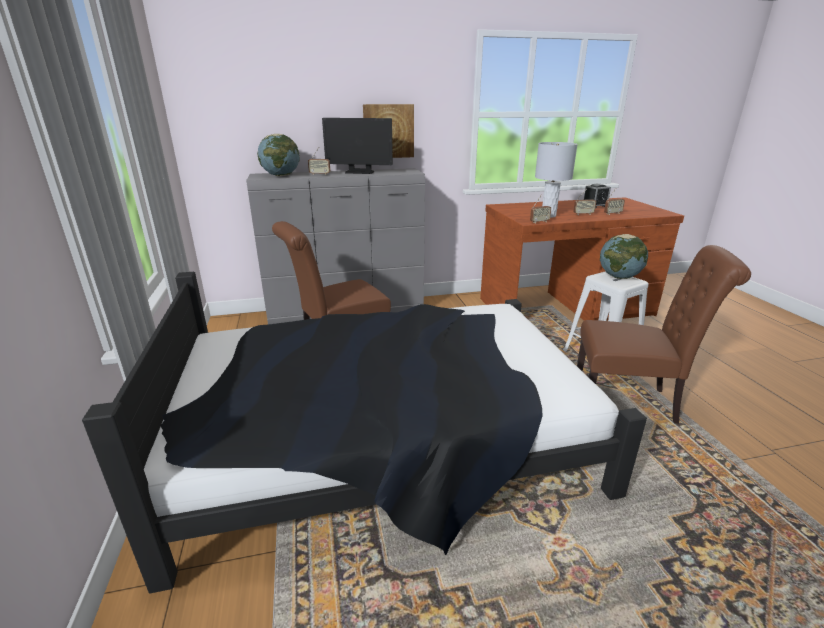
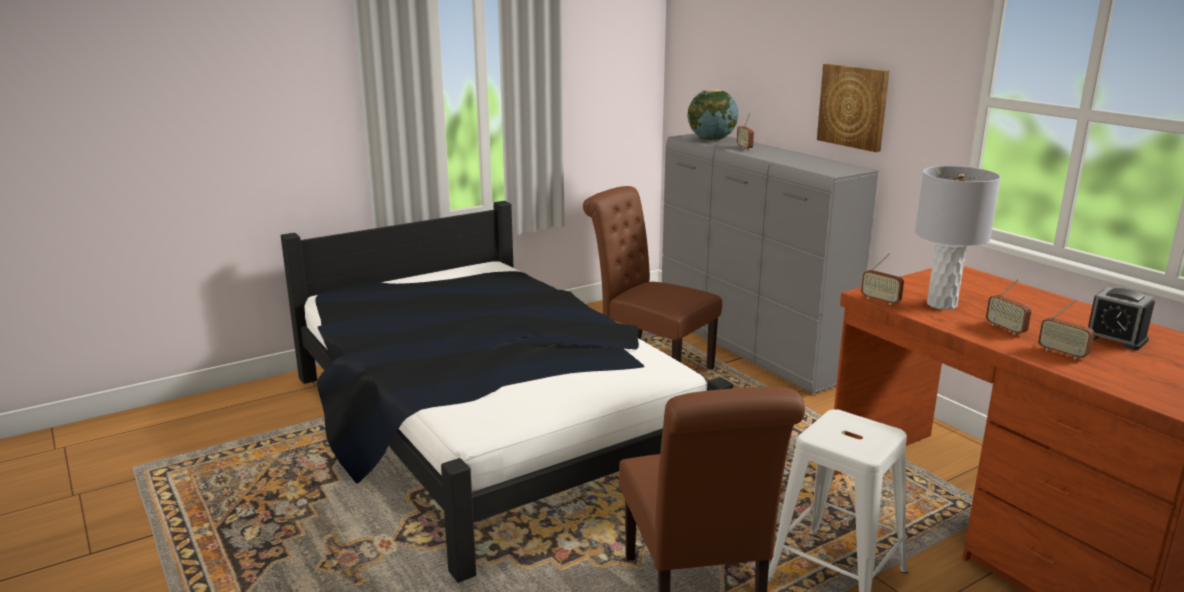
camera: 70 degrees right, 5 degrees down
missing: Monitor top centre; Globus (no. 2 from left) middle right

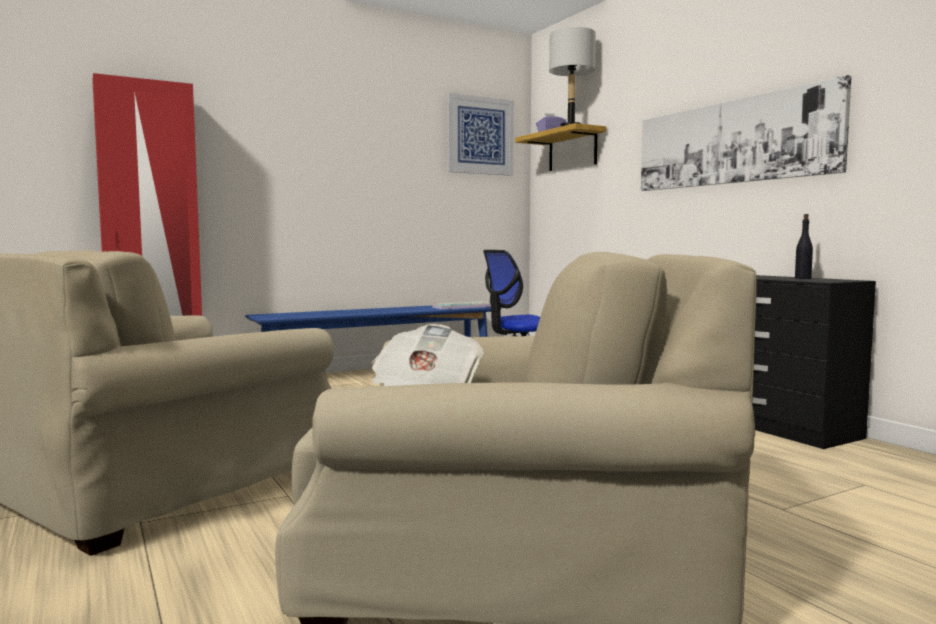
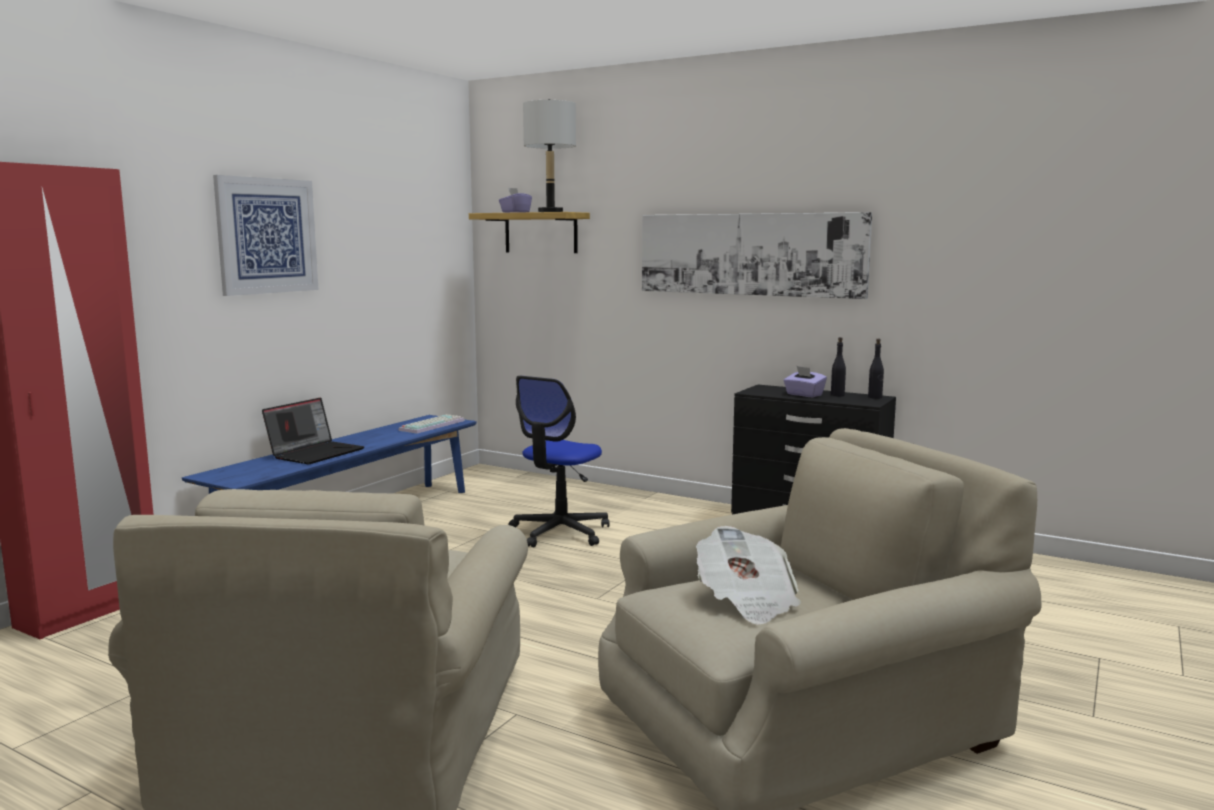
camera: 30 degrees left, 5 degrees up
appeared: Laptop middle left; Taschentuchbox (lila) (no. 2 from left) centre; Flasche (schwarz) (no. 2 from left) middle right
relocated: Bild (no. 1 from left) top centre to top left

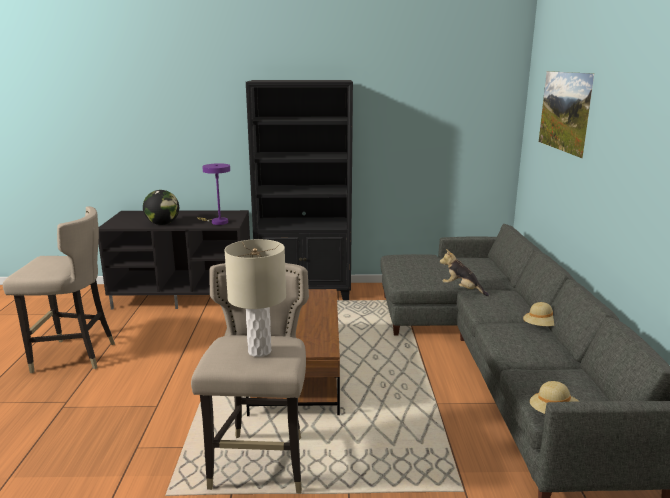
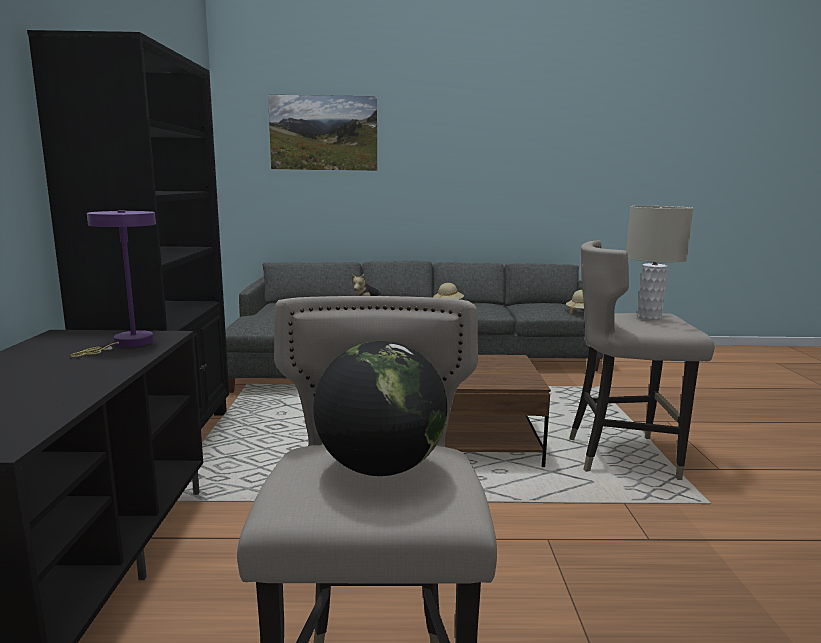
camera: 90 degrees left, 5 degrees down
relocated: Globus middle left to centre

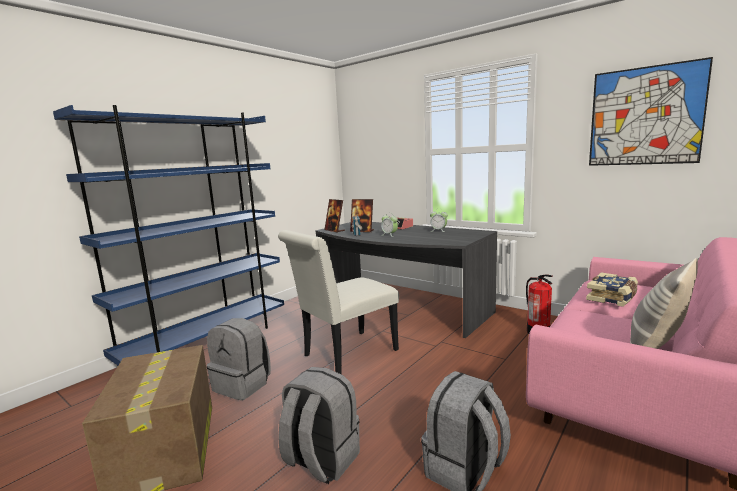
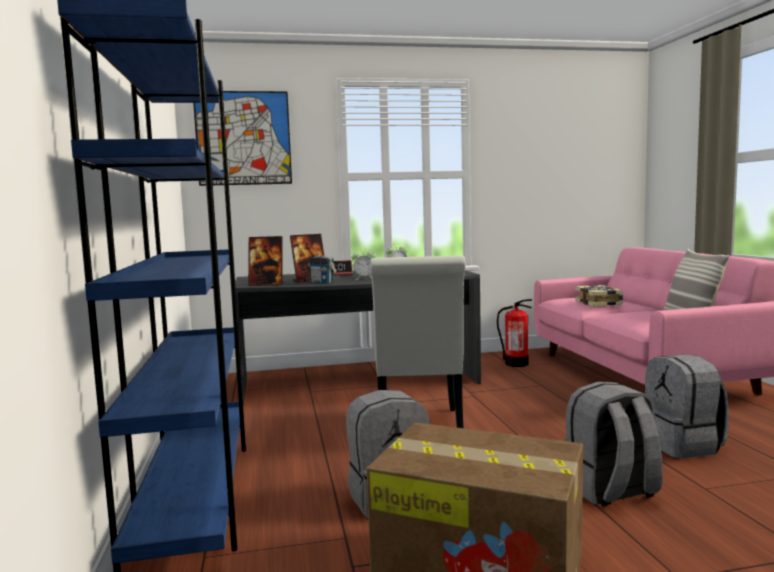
camera: 50 degrees left, 5 degrees down
relocated: Bild top right to top left

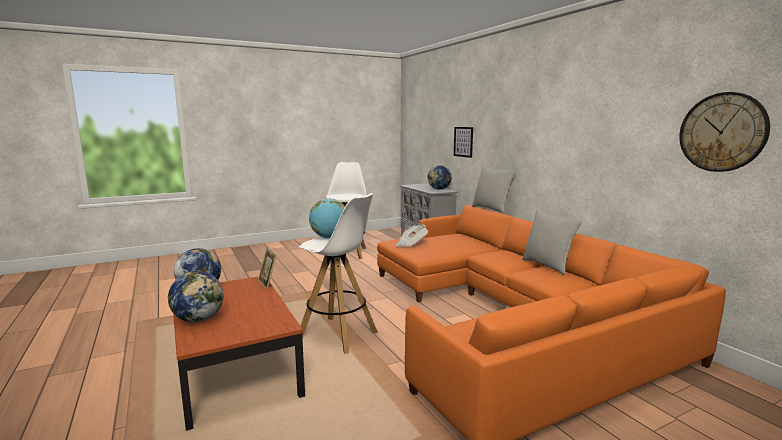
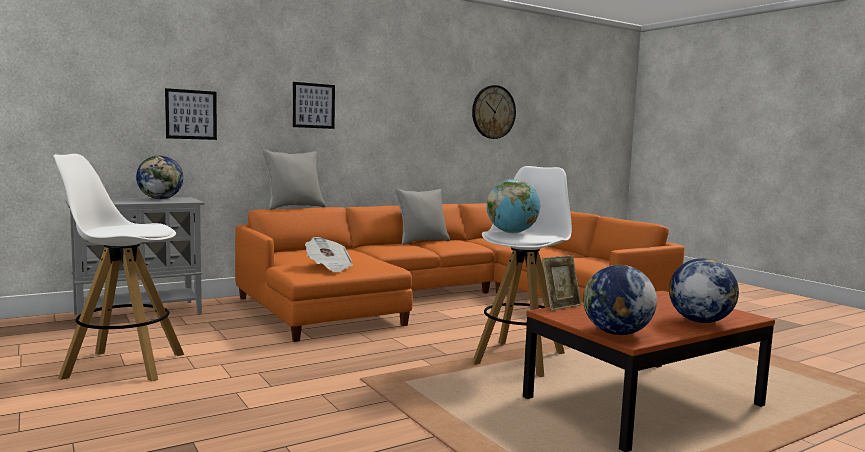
camera: 95 degrees left, 5 degrees down
appeared: Bild (no. 2 from left) top centre

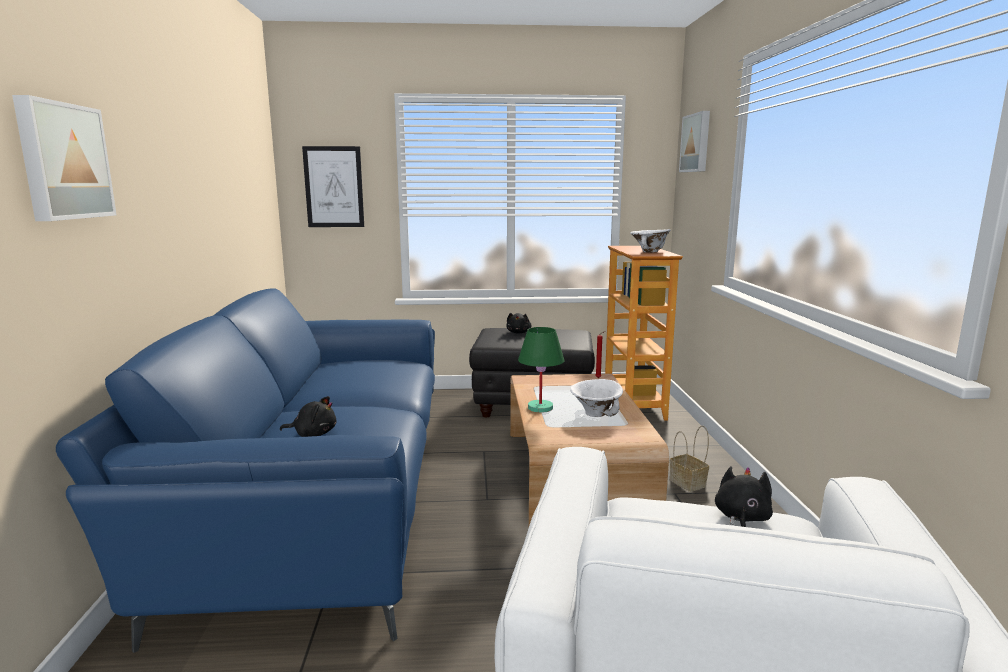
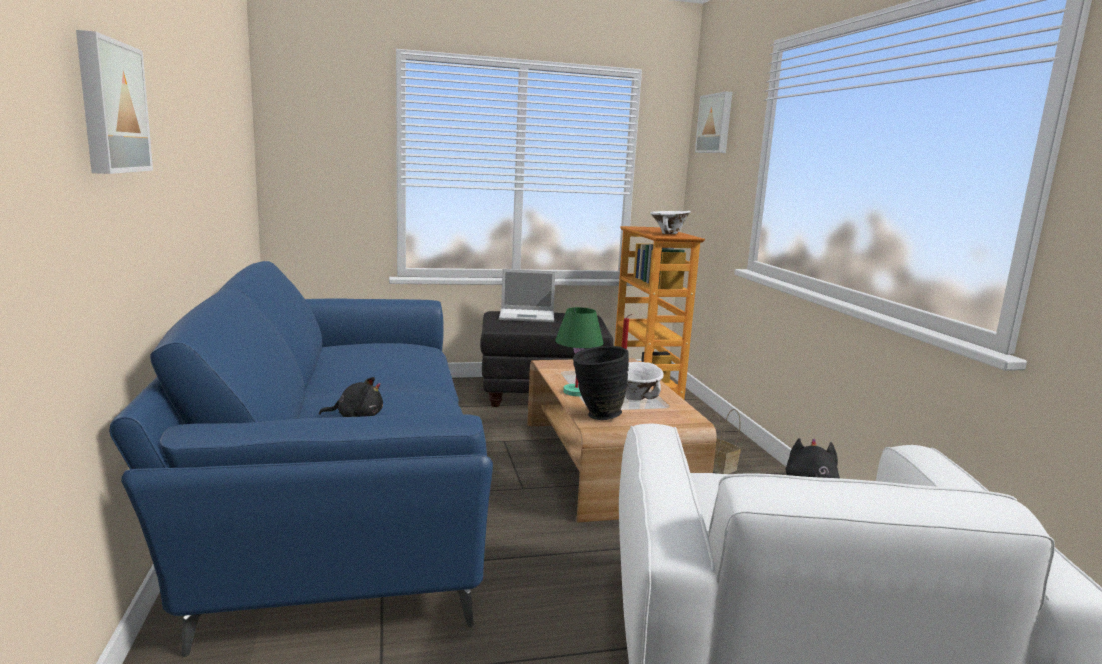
camera: 10 degrees left, 0 degrees up
missing: Bild (no. 2 from left) top left
appeared: Vase (schwarz) centre
exchanged: Plüschtier (schwarz) (no. 2 from left) centre to Laptop centre

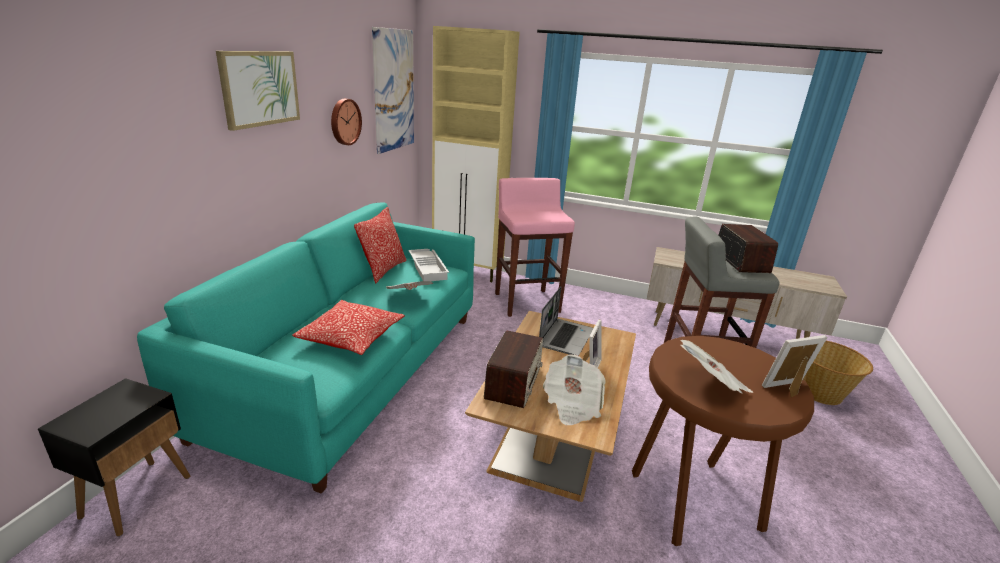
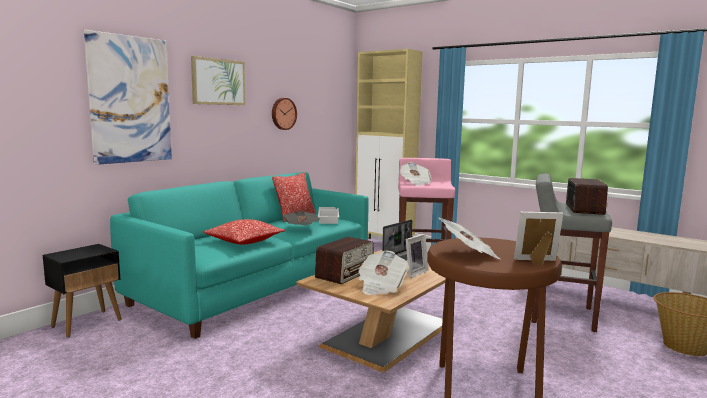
camera: 20 degrees right, 15 degrees down
appeared: Zeitung (no. 3 from left) centre
relocated: Bild (no. 2 from left in the first image) top centre to Bild (no. 1 from left) top left

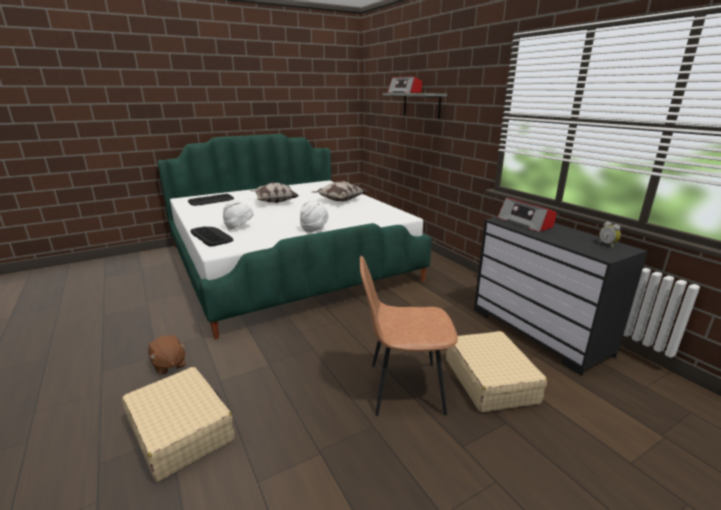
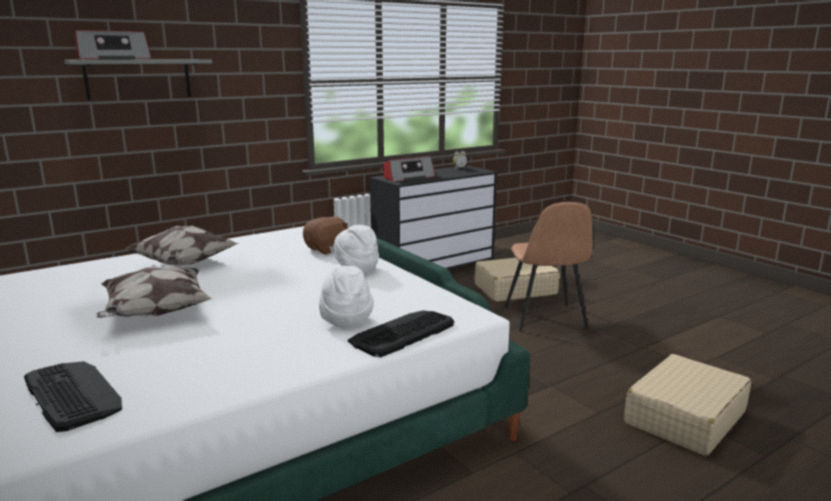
camera: 95 degrees left, 5 degrees down
relocated: Plüschtier (braun) bottom left to centre

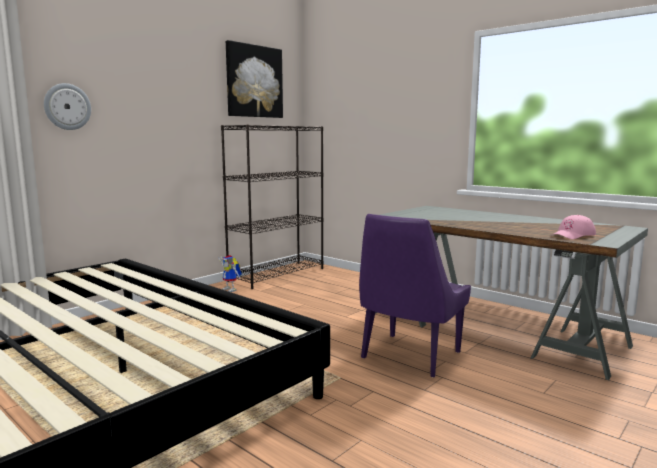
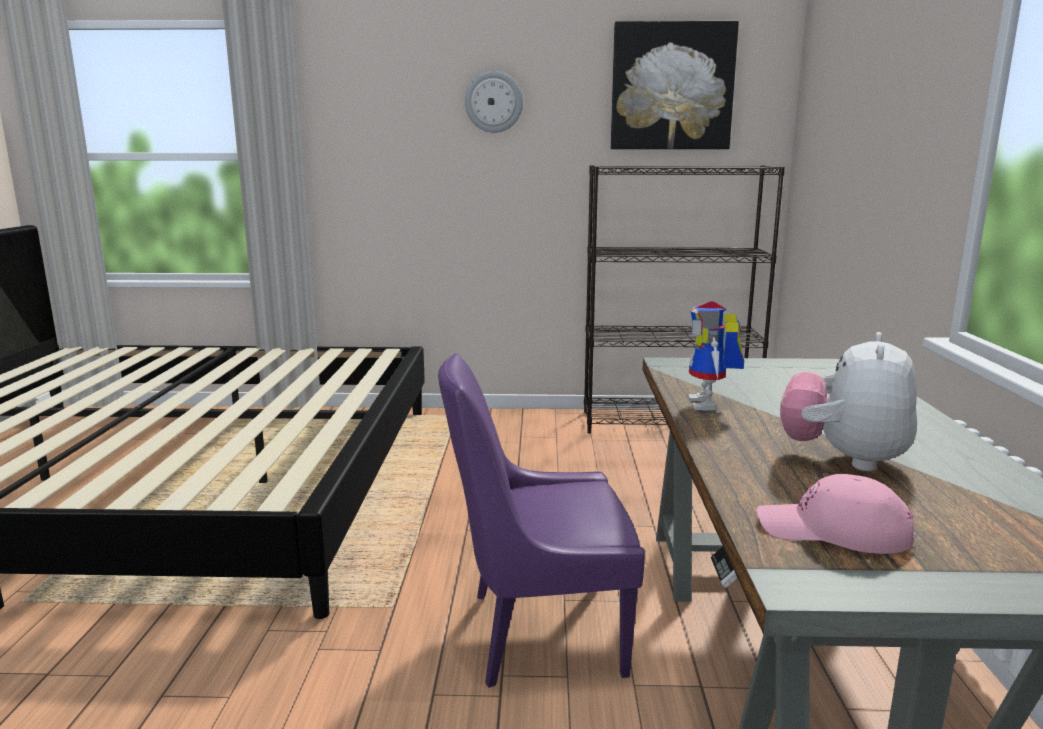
camera: 50 degrees right, 5 degrees up
appeared: Plüschtier middle right
relocated: Wanduhr top left to top centre; Spielzeugroboter centre to middle right

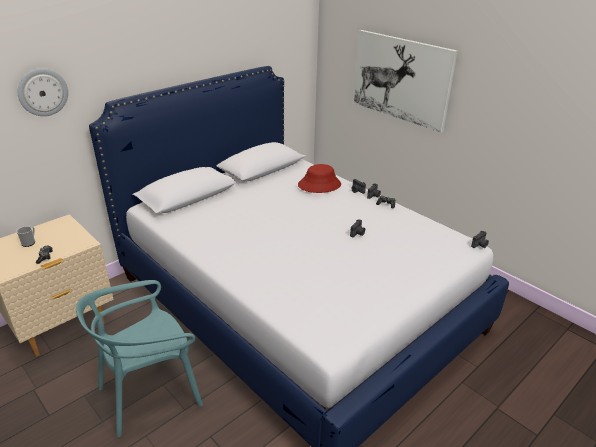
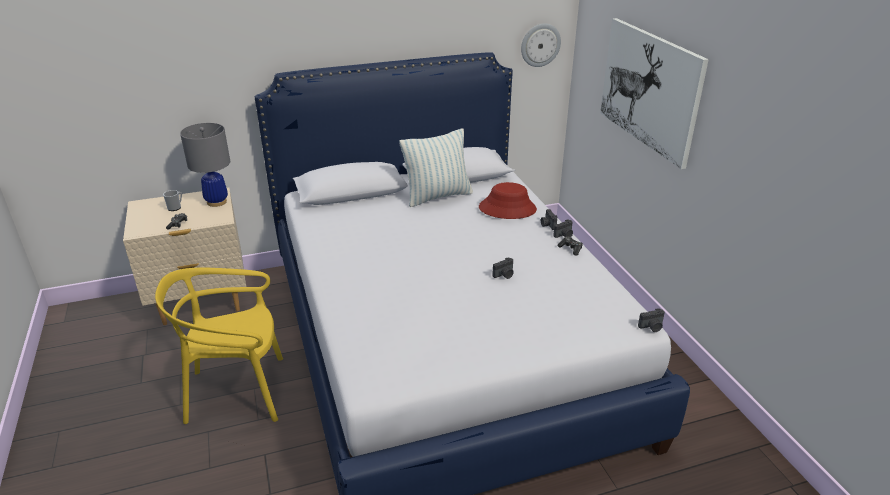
camera: 25 degrees right, 0 degrees up
appeared: Tischlampe (grau) middle left; Kissen centre
relocated: Wanduhr top left to top centre
colour: Stuhl (türkis) bottom left to Stuhl (gelb) bottom left

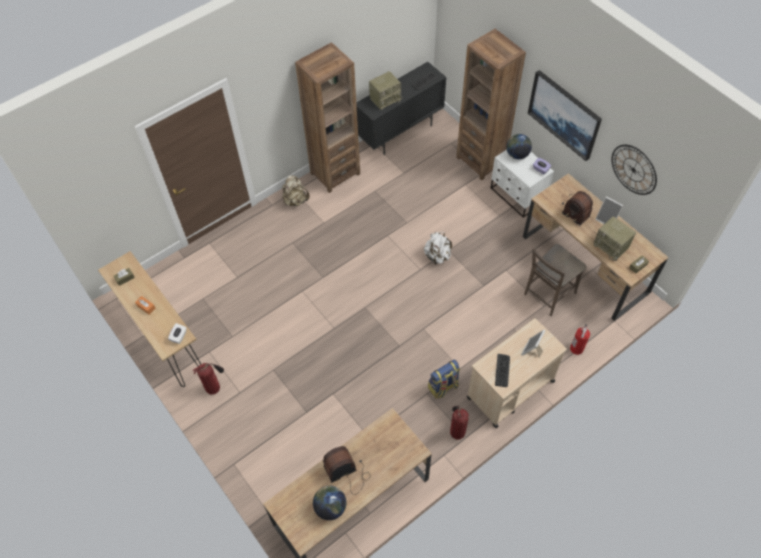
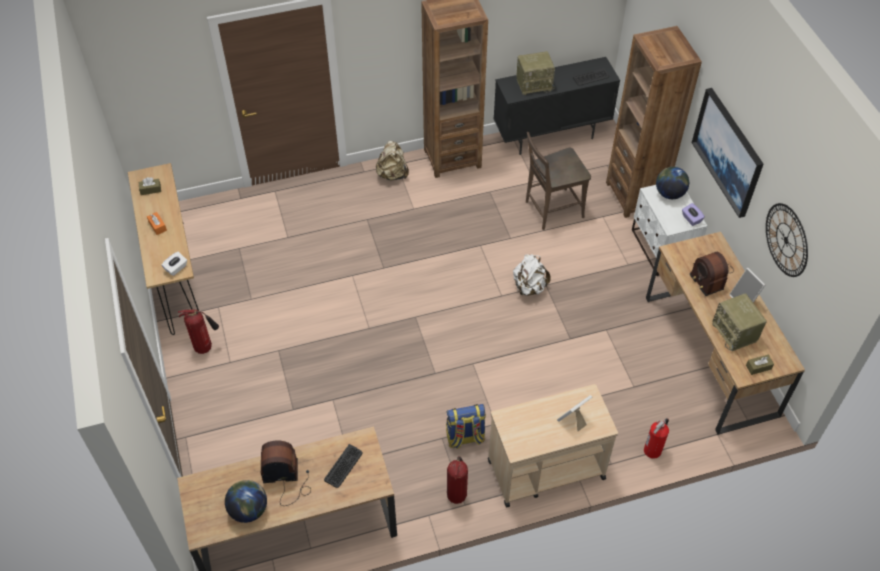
camera: 20 degrees right, 5 degrees down
relocated: Tastatur (no. 2 from left in the first image) centre to Tastatur (no. 1 from left) bottom centre; Stuhl (braun) middle right to top centre

